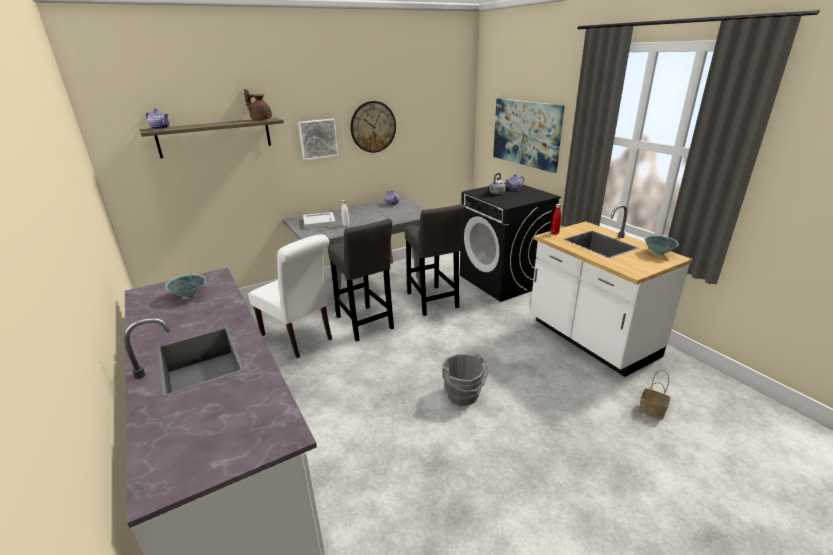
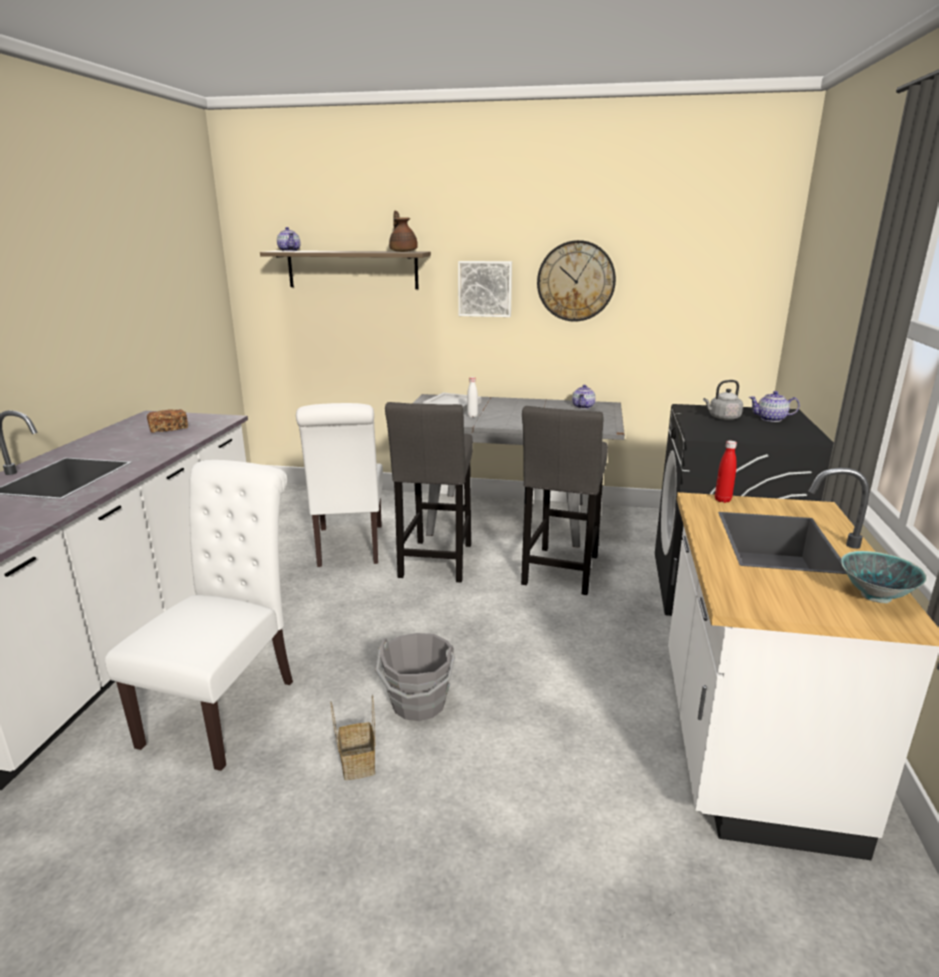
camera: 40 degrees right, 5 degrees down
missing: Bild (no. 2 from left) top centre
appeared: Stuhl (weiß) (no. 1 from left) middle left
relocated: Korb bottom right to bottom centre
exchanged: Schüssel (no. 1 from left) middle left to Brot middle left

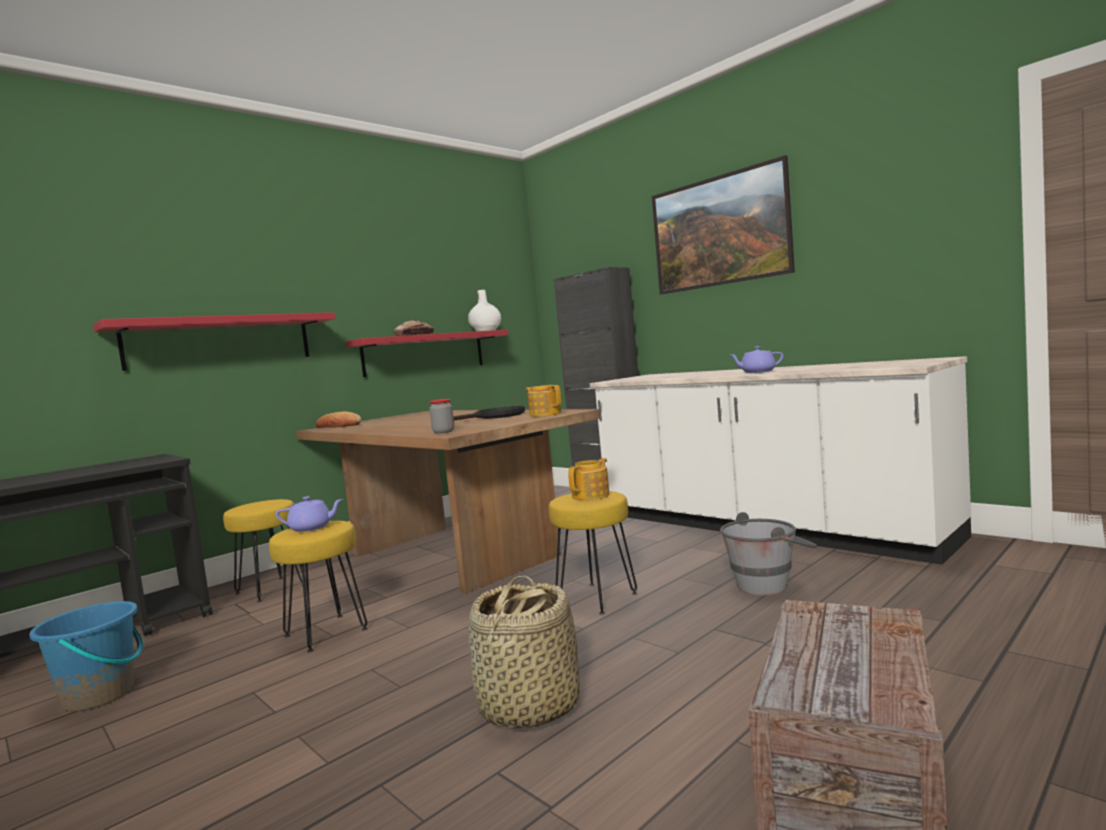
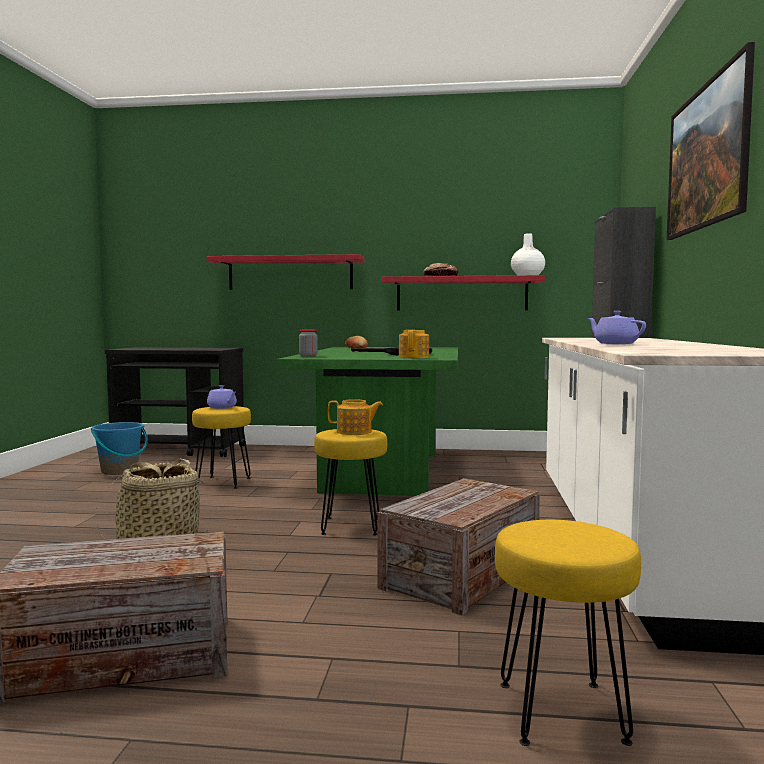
camera: 50 degrees right, 0 degrees up
relocated: Hocker (gelb) (no. 1 from left in the first image) middle left to Hocker (gelb) (no. 3 from left) bottom right
exchanged: Eimer (grau) bottom right to Kiste (no. 2 from left) bottom centre
colour: Esstisch (braun) centre to Esstisch (grün) centre

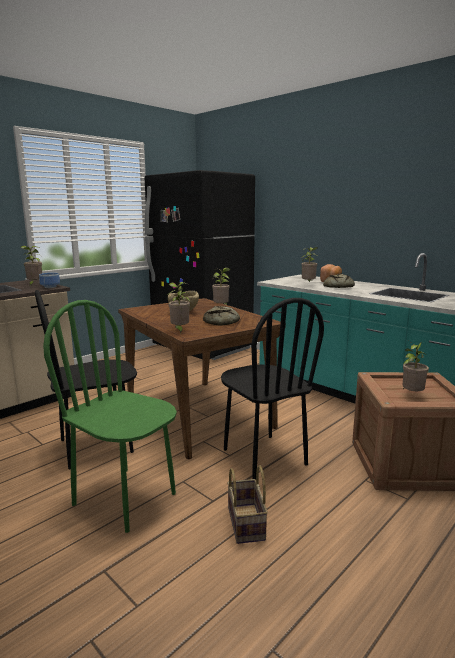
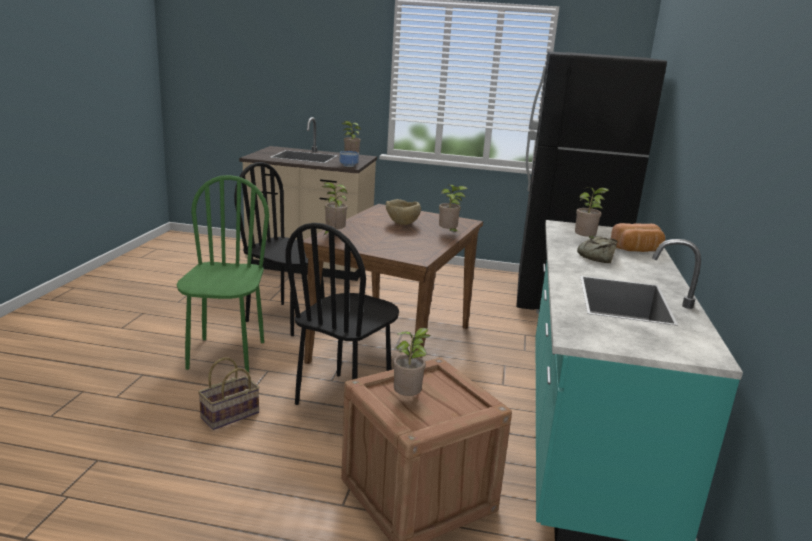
camera: 55 degrees right, 5 degrees up
missing: Brot (no. 1 from left) centre

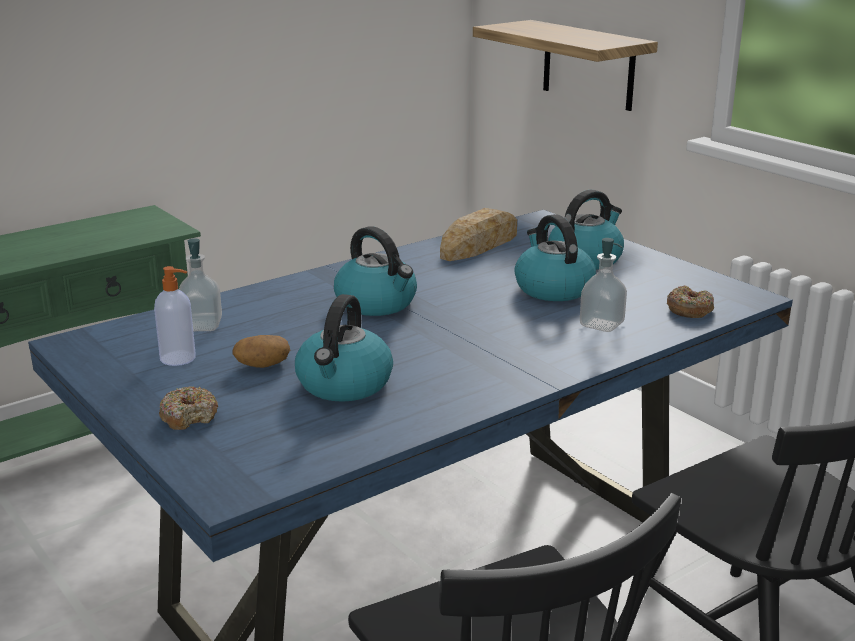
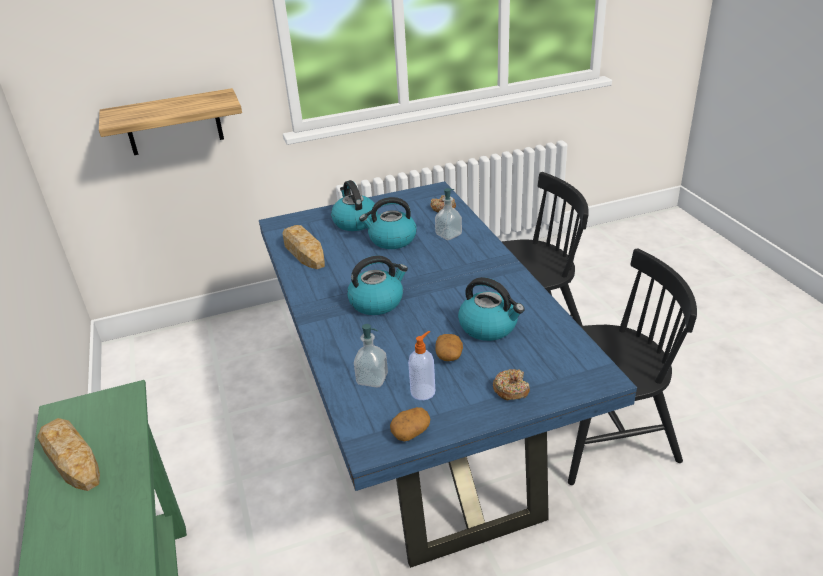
camera: 70 degrees left, 10 degrees up
appeared: Brot (no. 1 from left) bottom left; Kartoffel (no. 1 from left) bottom centre

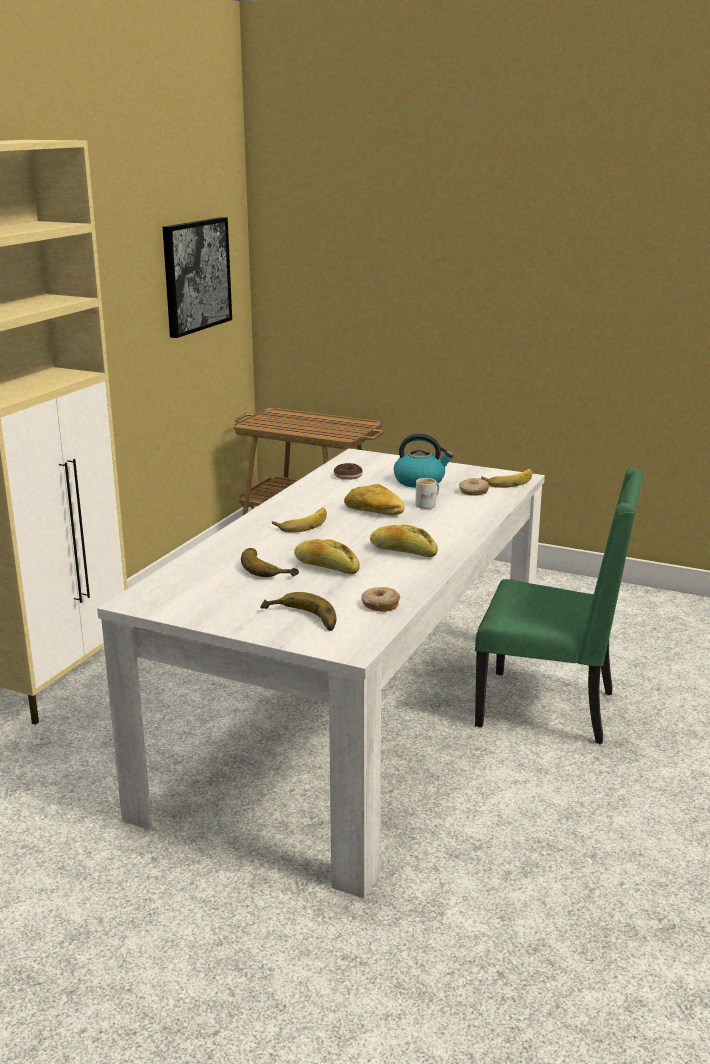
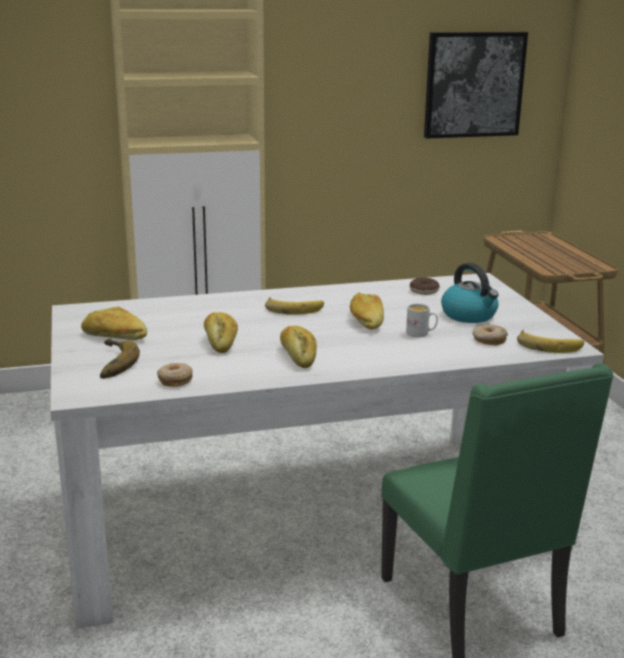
camera: 50 degrees right, 0 degrees up
missing: Banane (no. 1 from left) centre
appeared: Brot (no. 1 from left) middle left

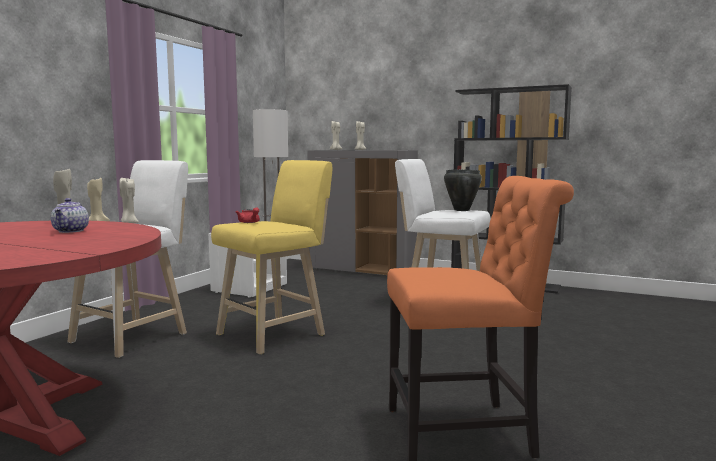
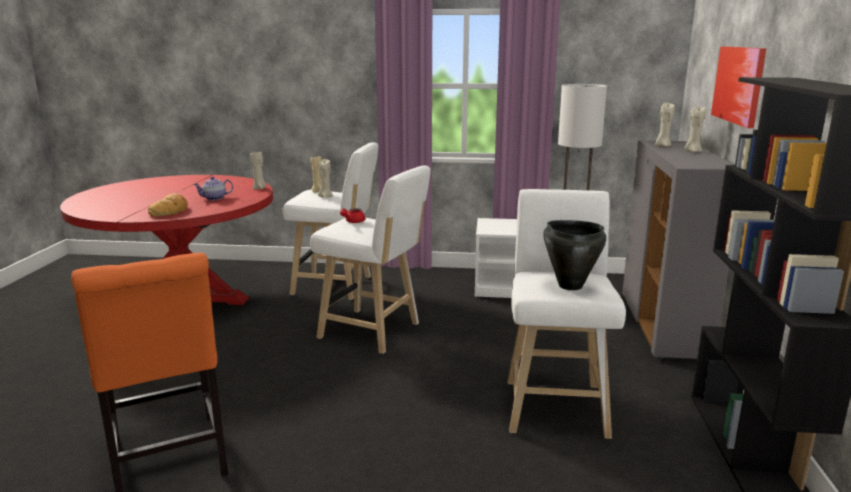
camera: 70 degrees right, 10 degrees up
appeared: Brot middle left; Bild top right
colour: Hocker (gelb) centre to Hocker (weiß) (no. 2 from left) centre

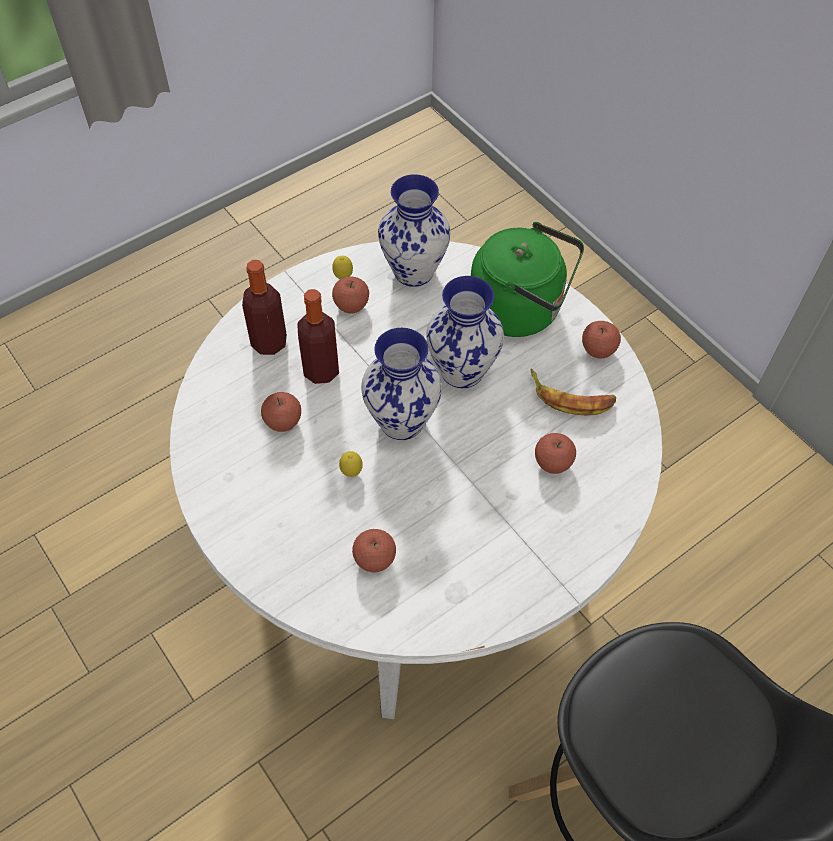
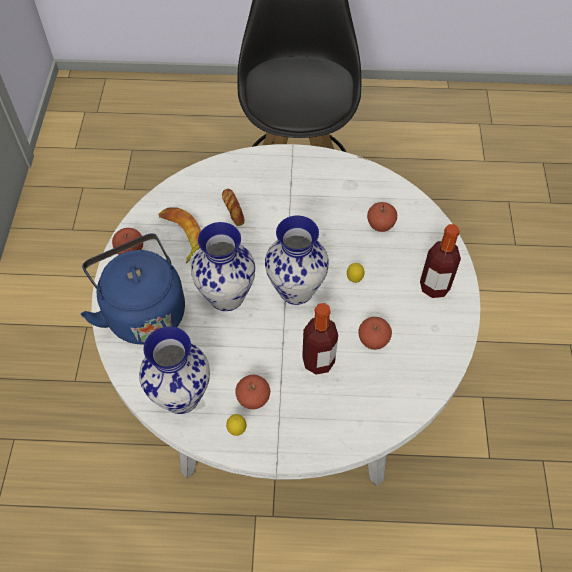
camera: 140 degrees left, 0 degrees up
relocated: Flasche (no. 1 from left in the first image) middle left to Flasche (no. 2 from left) middle right
exchanged: Apfel (no. 4 from left) centre to Brot centre
colour: Wasserkessel (grün) top centre to Wasserkessel (blau) middle left

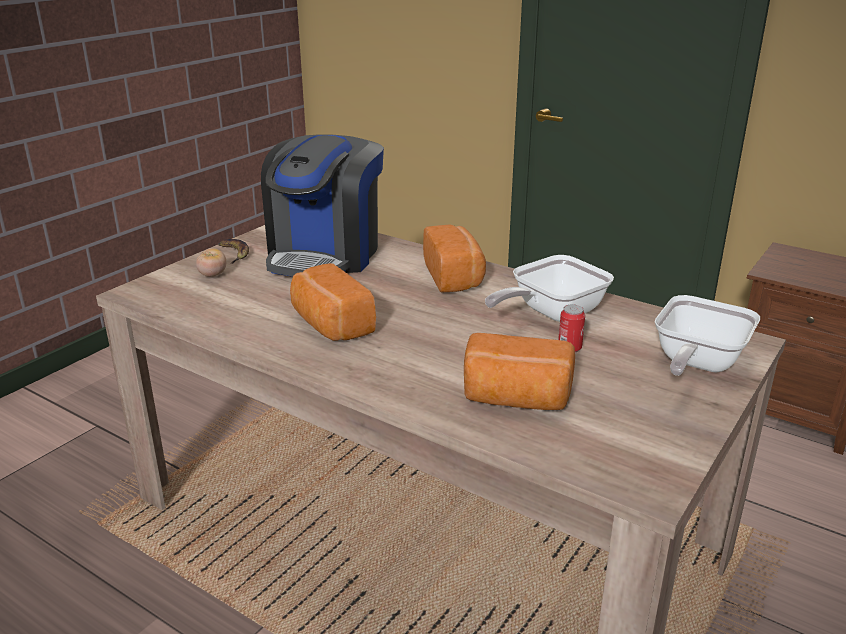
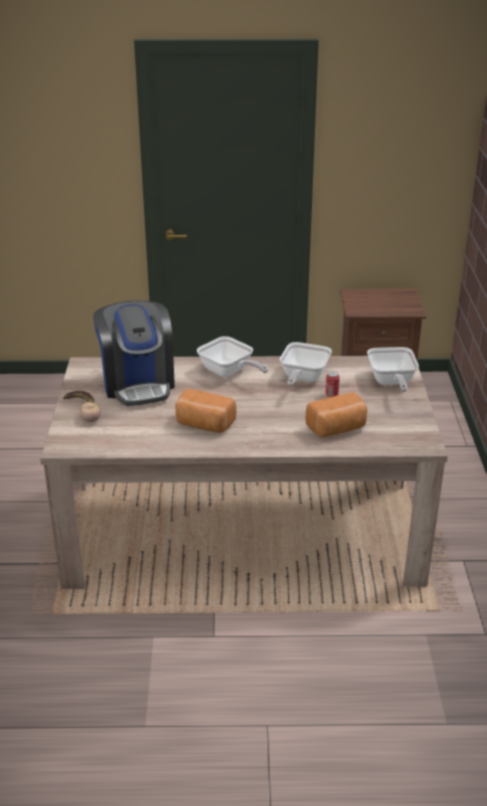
camera: 35 degrees left, 5 degrees up
exchanged: Brot (no. 2 from left) centre to Pfanne (no. 1 from left) centre

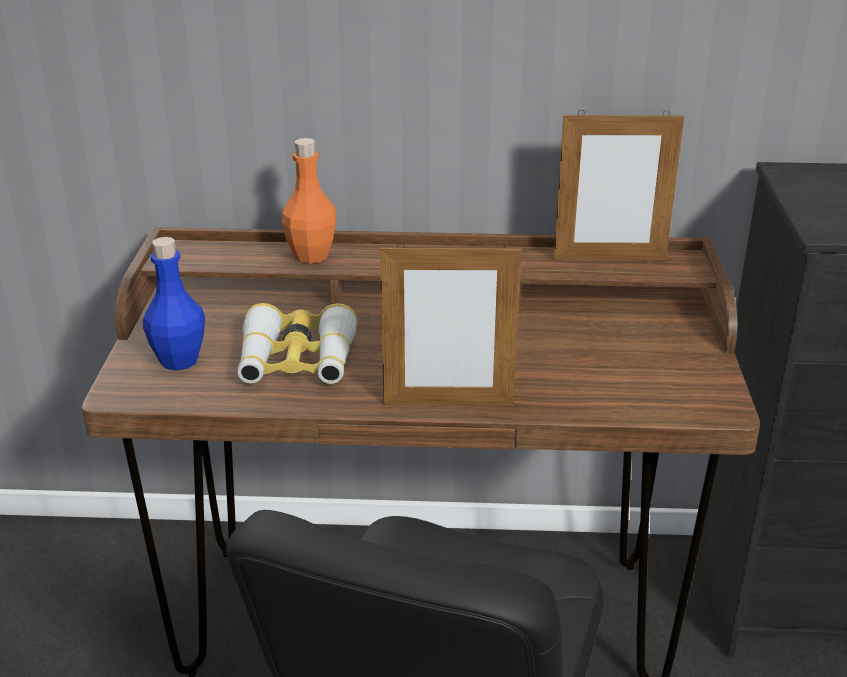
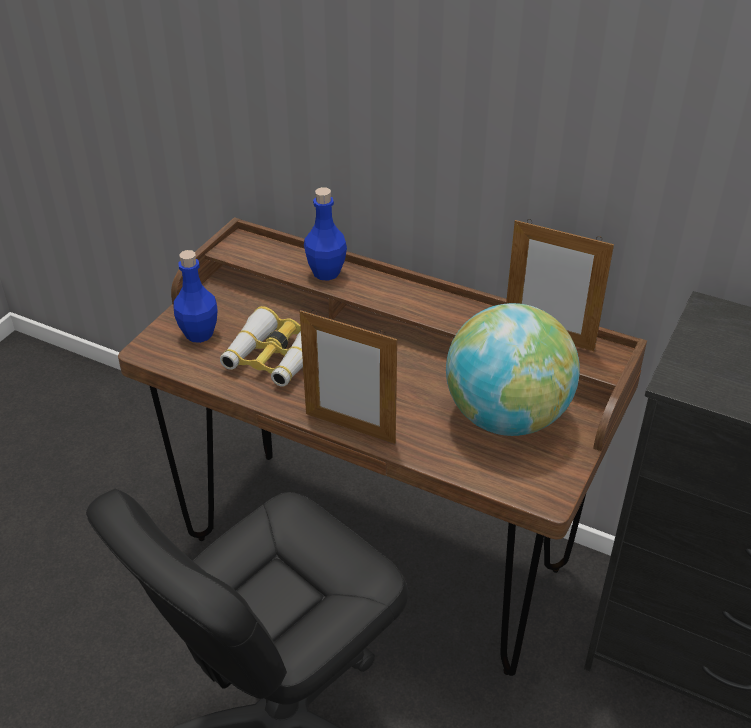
camera: 25 degrees right, 10 degrees up
appeared: Globus middle right
colour: Flasche (orange) top centre to Flasche (blau) (no. 2 from left) top centre

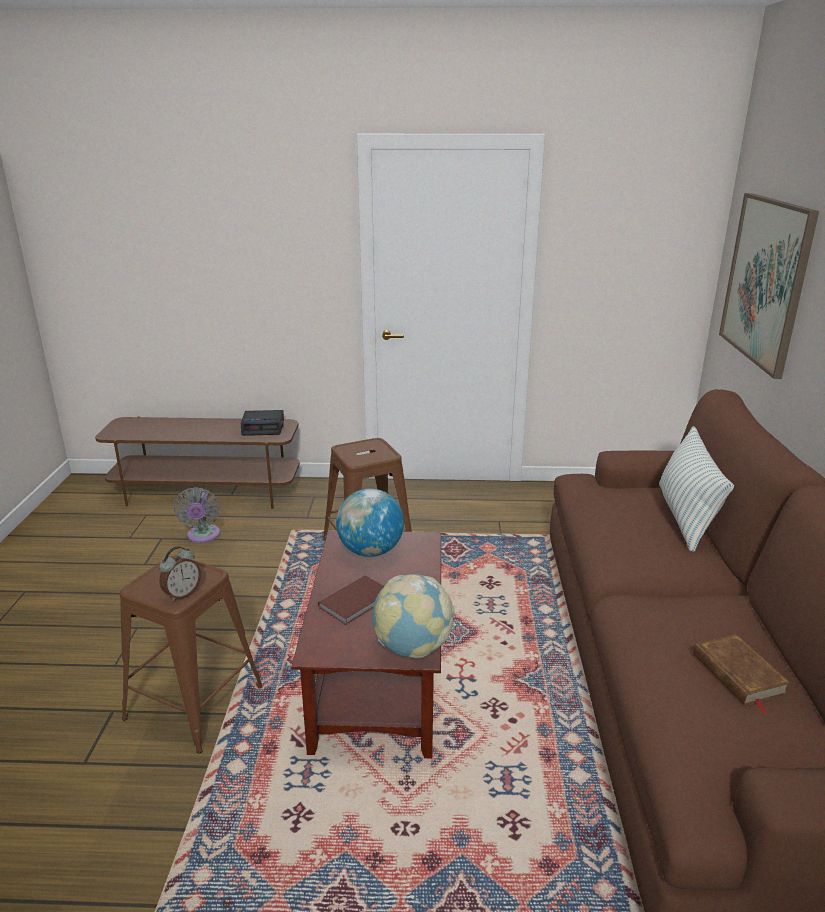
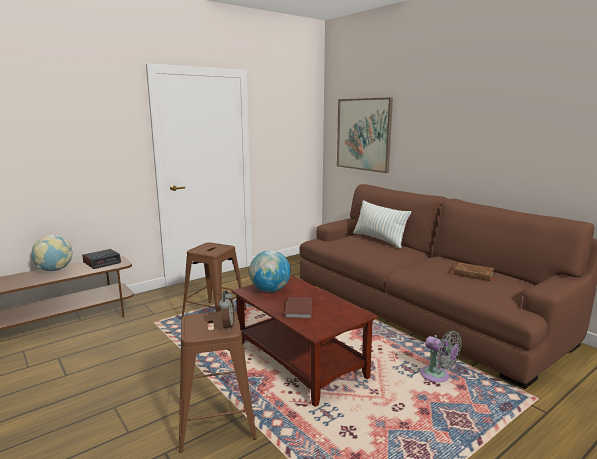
camera: 40 degrees left, 10 degrees down
relocated: Globus (no. 2 from left in the first image) bottom centre to Globus (no. 1 from left) middle left; Ventilator (grau) middle left to bottom right

